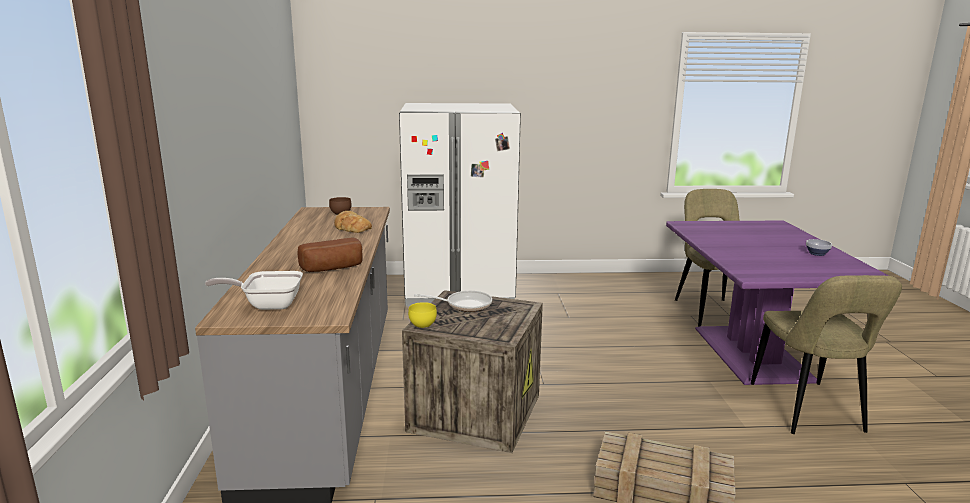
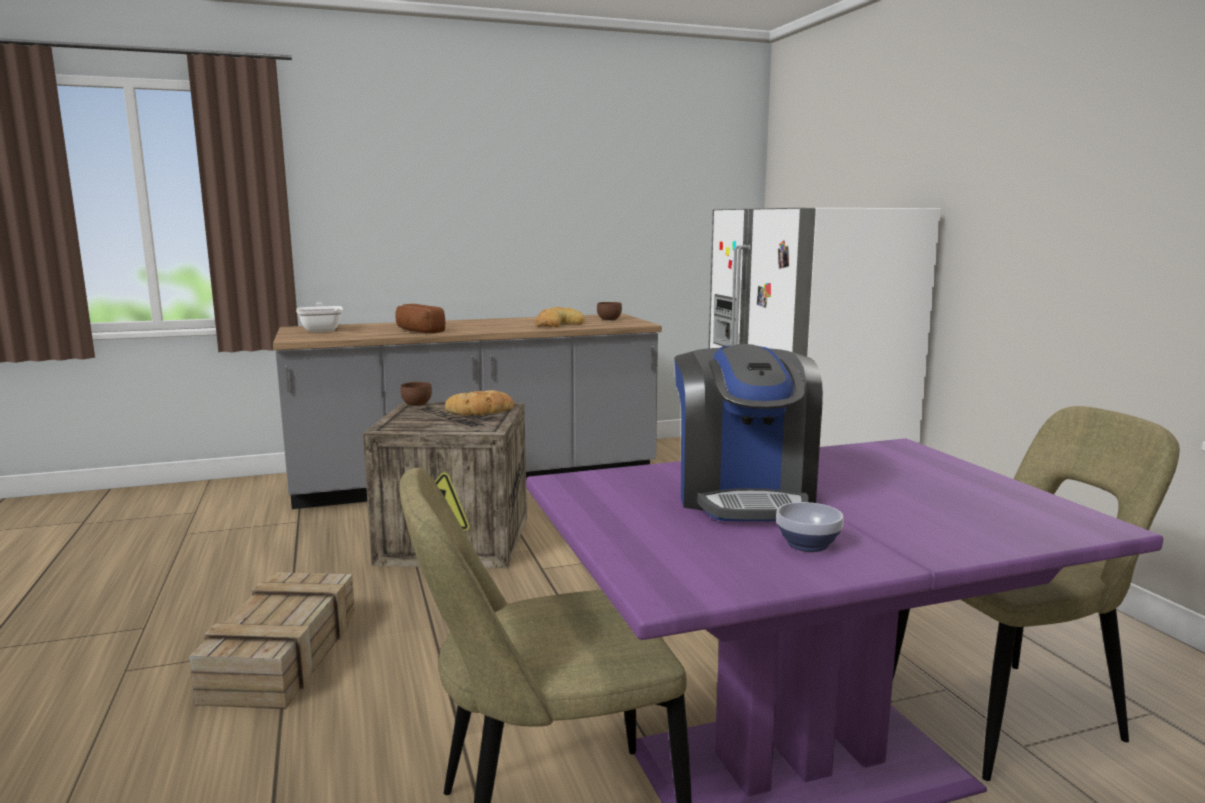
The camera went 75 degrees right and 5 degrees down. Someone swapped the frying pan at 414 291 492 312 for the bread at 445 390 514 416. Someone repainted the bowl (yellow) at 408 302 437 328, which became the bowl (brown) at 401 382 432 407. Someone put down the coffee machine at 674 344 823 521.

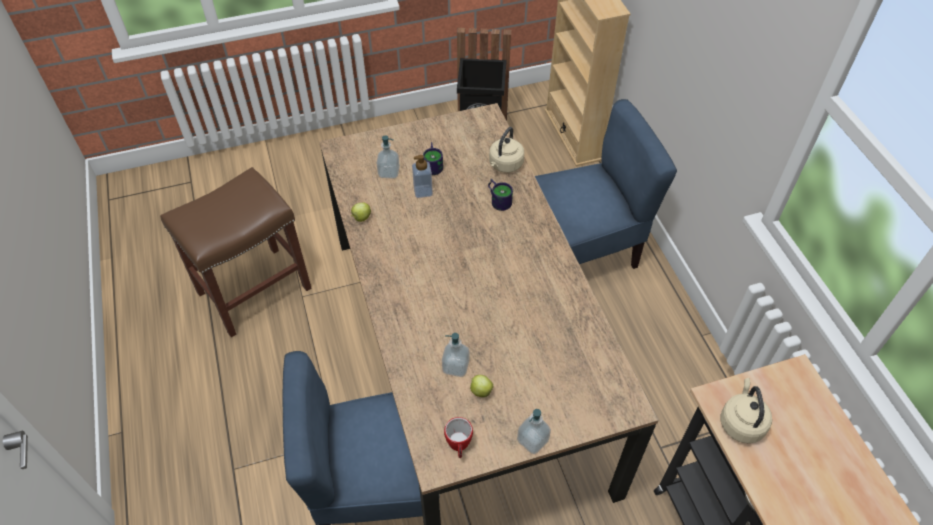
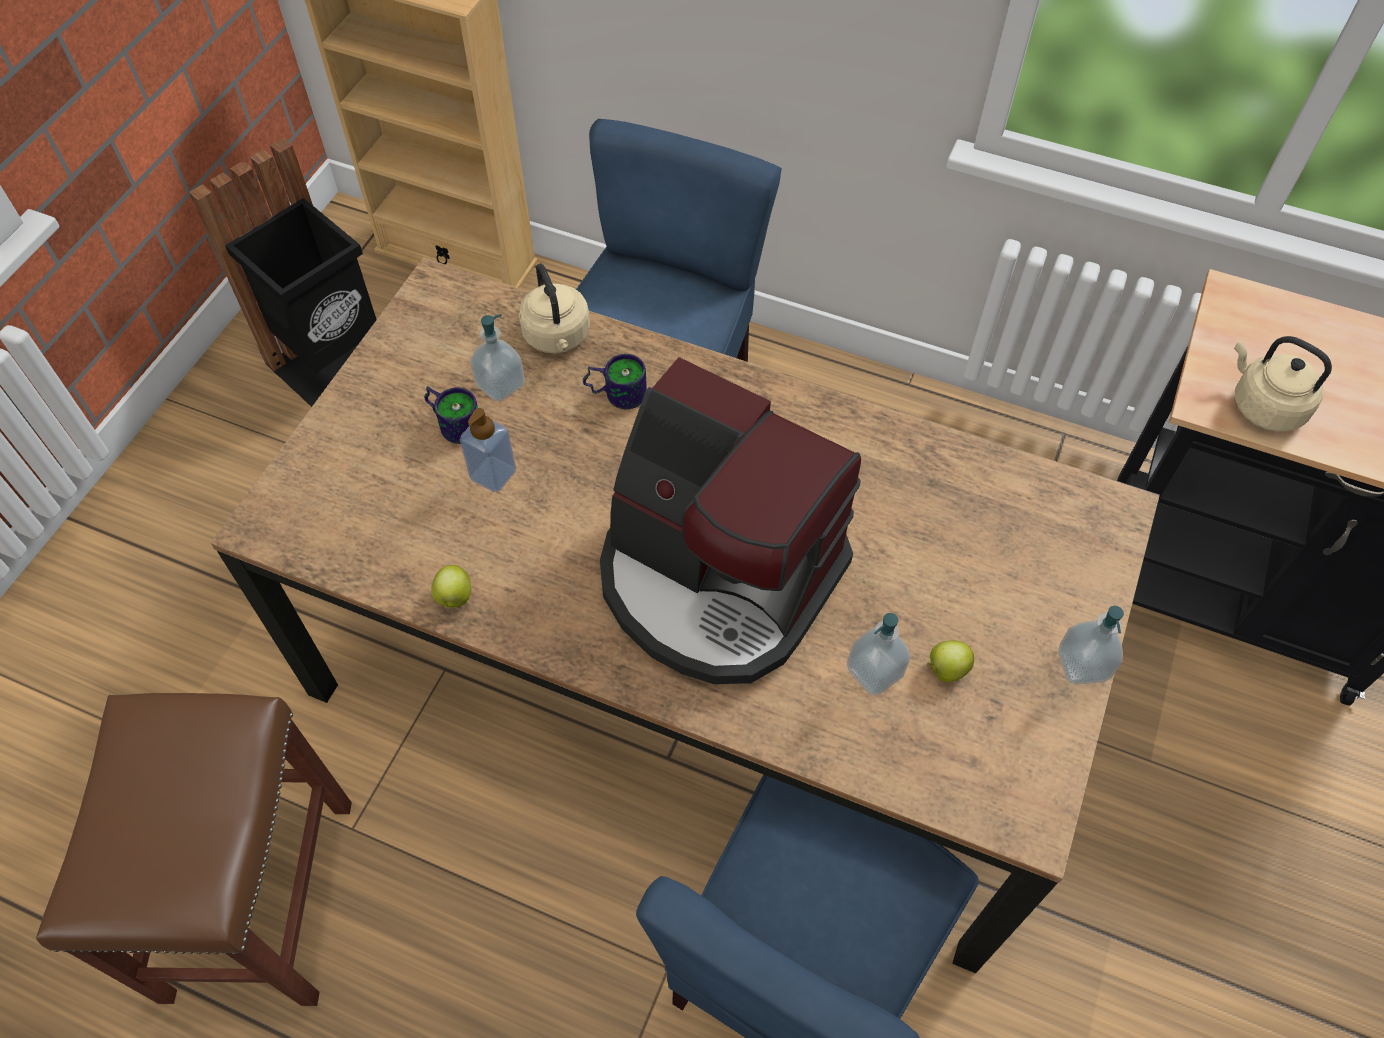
The camera went 50 degrees left and 5 degrees up. Someone carried the soap dispenser from 376 135 400 179 to 470 314 525 402. Someone took away the mug at 444 417 473 458. Someone put down the coffee machine at 600 357 861 684.

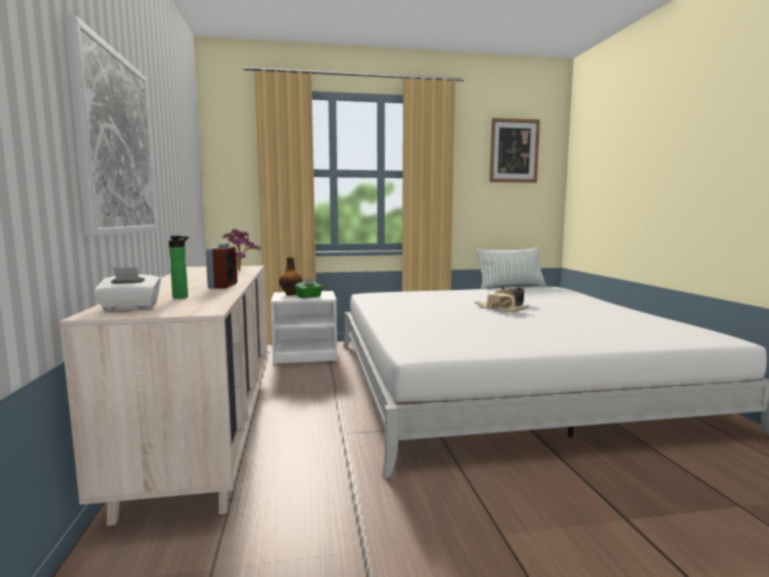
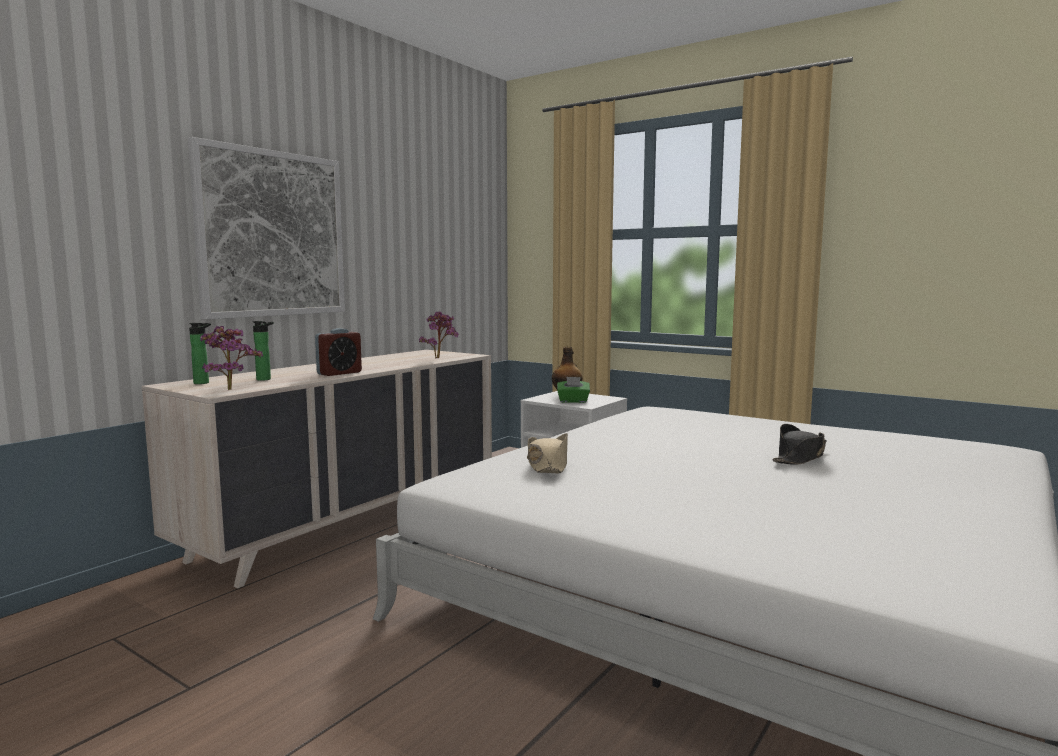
The camera went 45 degrees right and 0 degrees up. Someone took away the picture at 489 118 540 183. Someone took away the pillow at 476 247 546 289. Someone swapped the tissue box (white) at 94 267 161 311 for the bottle at 189 323 211 384. Someone carried the hat (beige) from 475 289 529 312 to 527 433 568 473. Someone put down the potted plant at 201 326 263 390.

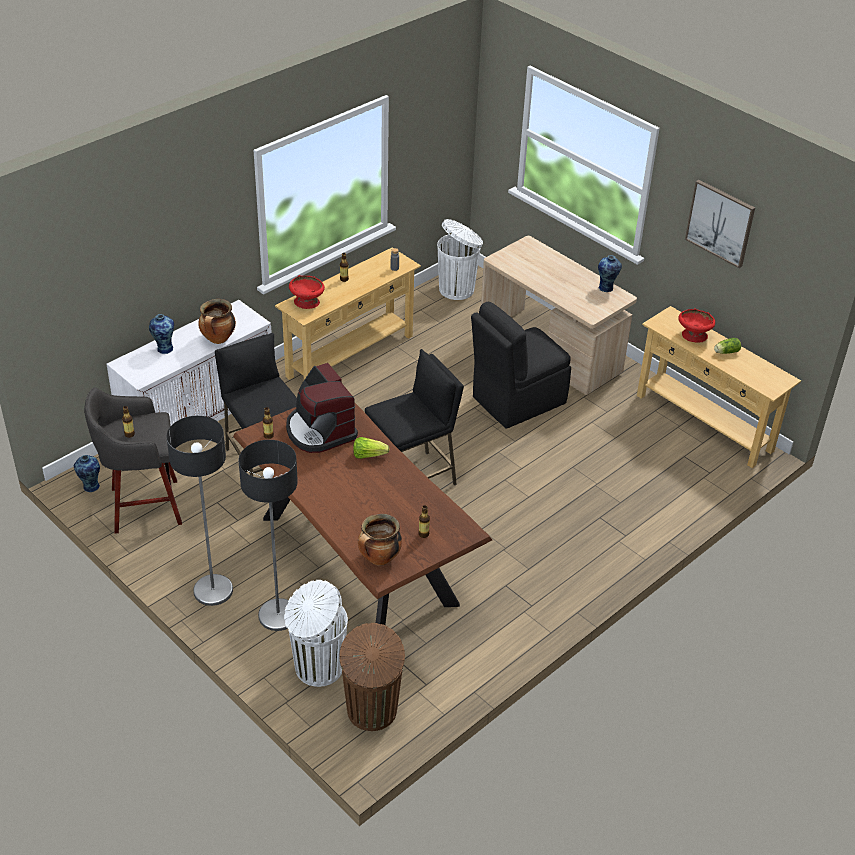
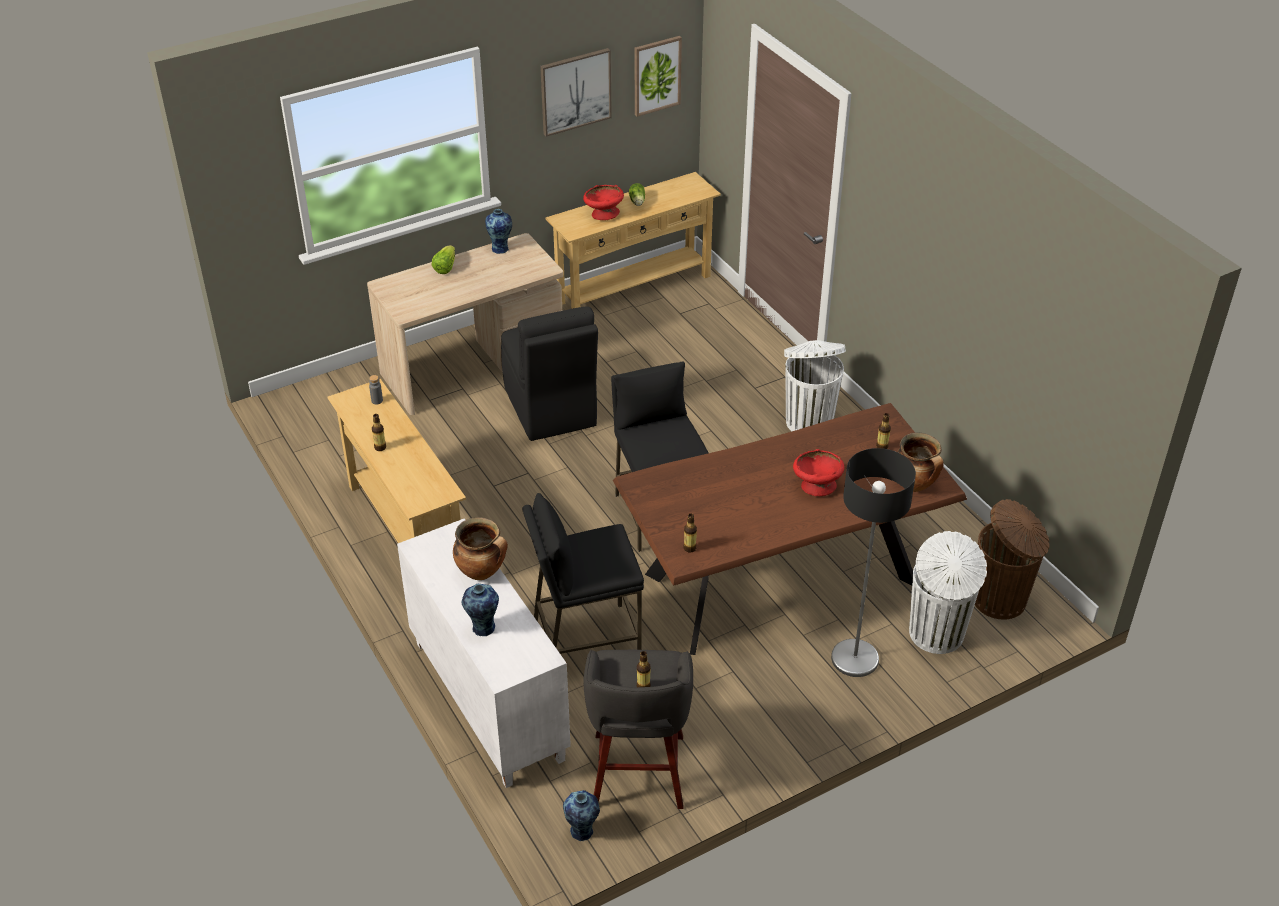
The camera went 75 degrees left and 0 degrees up. Someone carried the trash can (white) from 437 219 483 300 to 784 340 846 431. Someone carried the bowl (red) from 289 275 325 309 to 793 449 844 496. Someone took away the coffee machine at 286 363 358 453. Someone took away the floor lamp at 166 416 233 606. Someone carried the lettuce from 353 437 389 459 to 432 245 455 274. Someone put up the picture at 635 36 682 117.

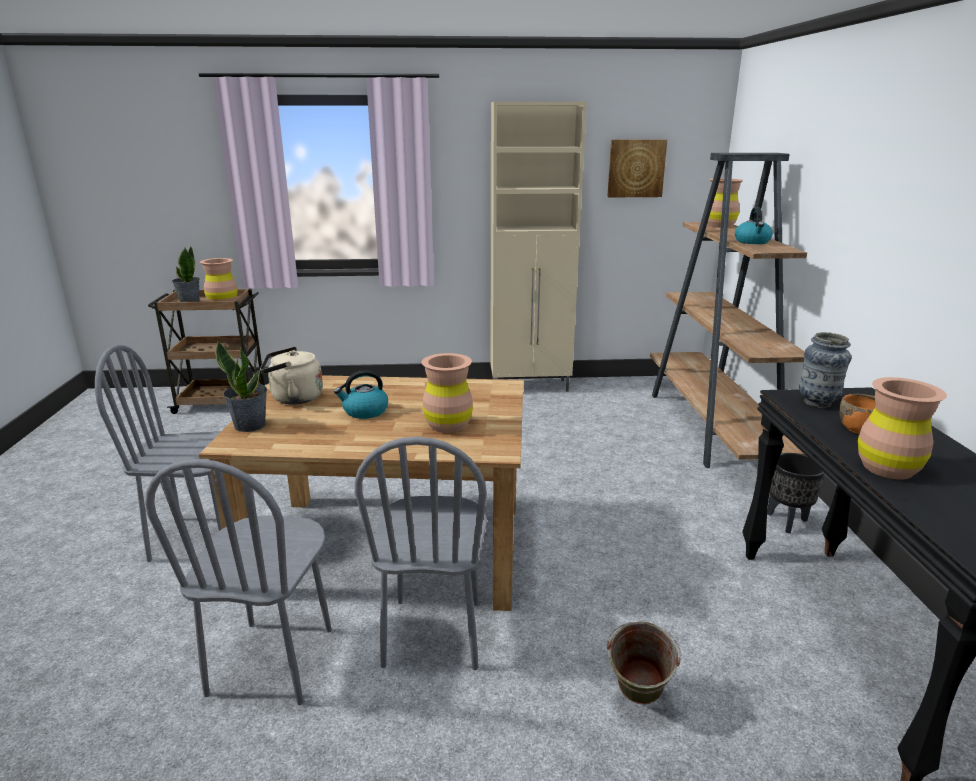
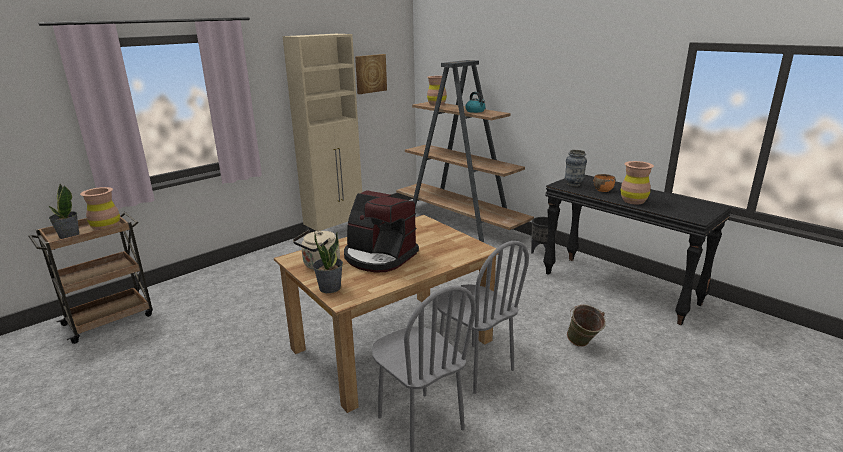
The camera went 40 degrees left and 0 degrees up. Someone took away the chair (grey) at 95 345 248 562. Someone took away the vase (brown) at 421 353 473 433. Someone swapped the kettle at 334 370 388 419 for the coffee machine at 344 190 419 273.

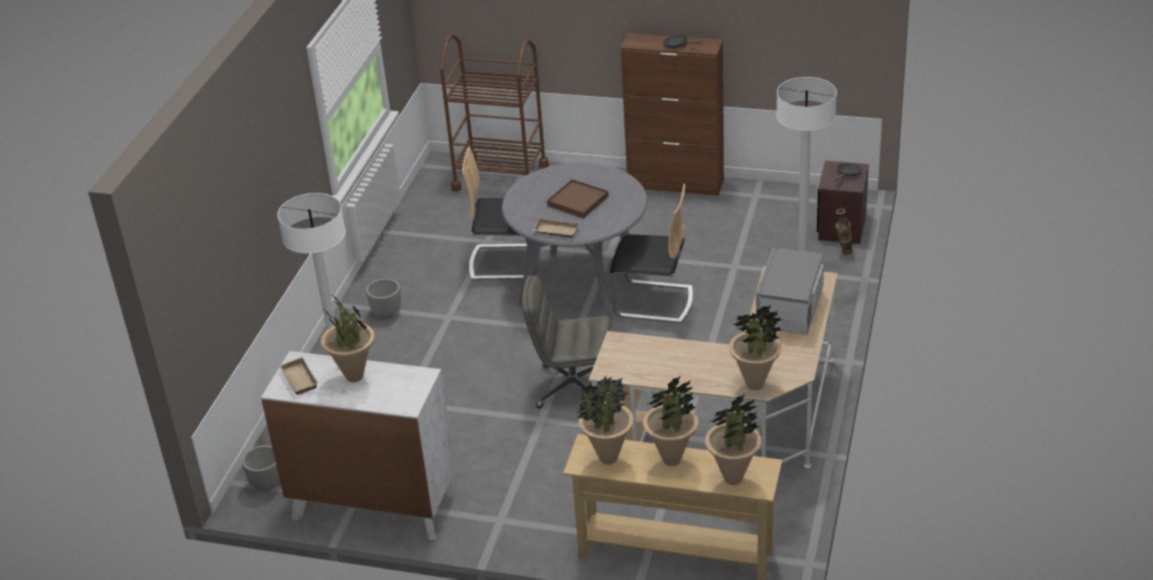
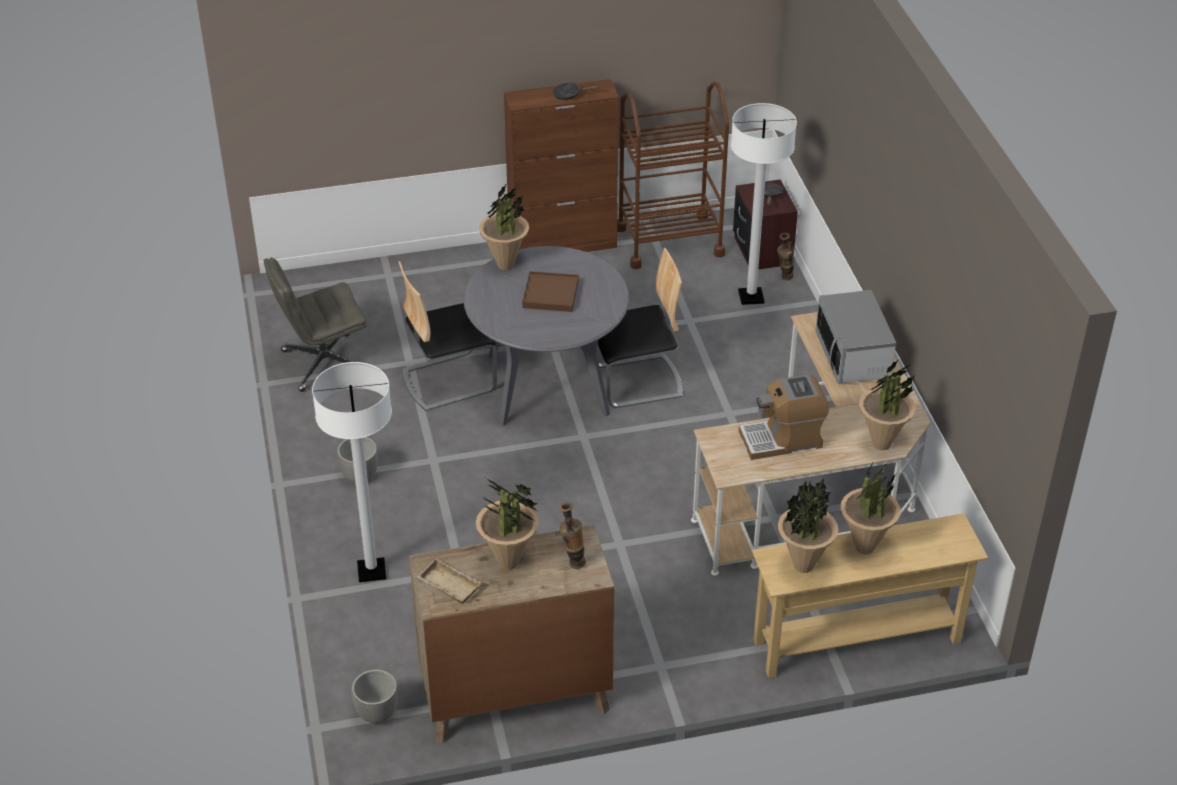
The camera went 30 degrees left and 5 degrees up. Someone carried the cart (brown) from 440 34 549 192 to 617 81 729 269. Someone took away the tray (beige) at 532 218 580 238. Someone carried the office chair (grey) from 522 275 611 409 to 264 257 367 392. Someone repainted the dresser (white) at 261 351 456 541, which became the dresser (brown) at 409 525 614 744. Someone carried the potted plant from 705 394 761 485 to 479 183 529 270. Someone put down the coffee machine at 739 374 829 460. Someone put down the vase at 559 502 586 569.

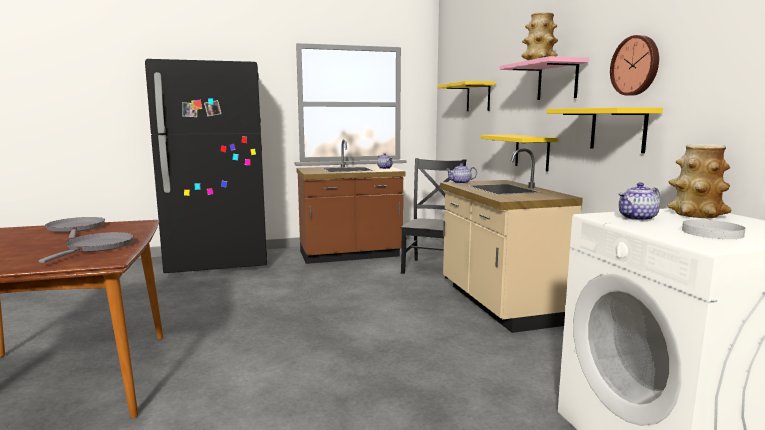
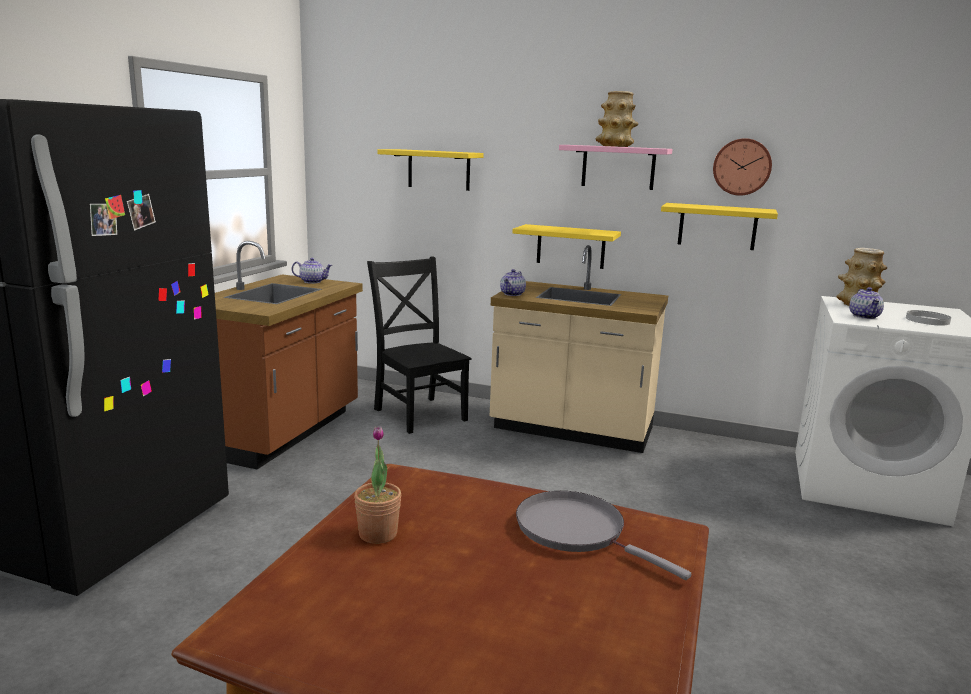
The camera went 55 degrees left and 5 degrees up. Someone swapped the frying pan (grey) at 45 217 105 238 for the potted plant at 354 426 401 544.

